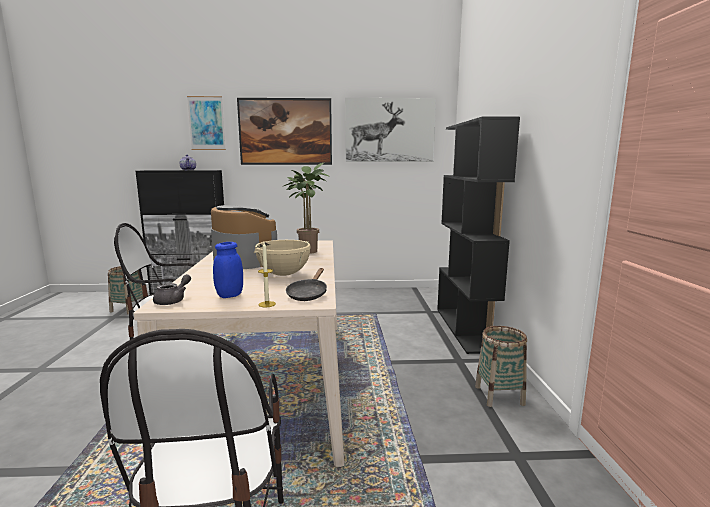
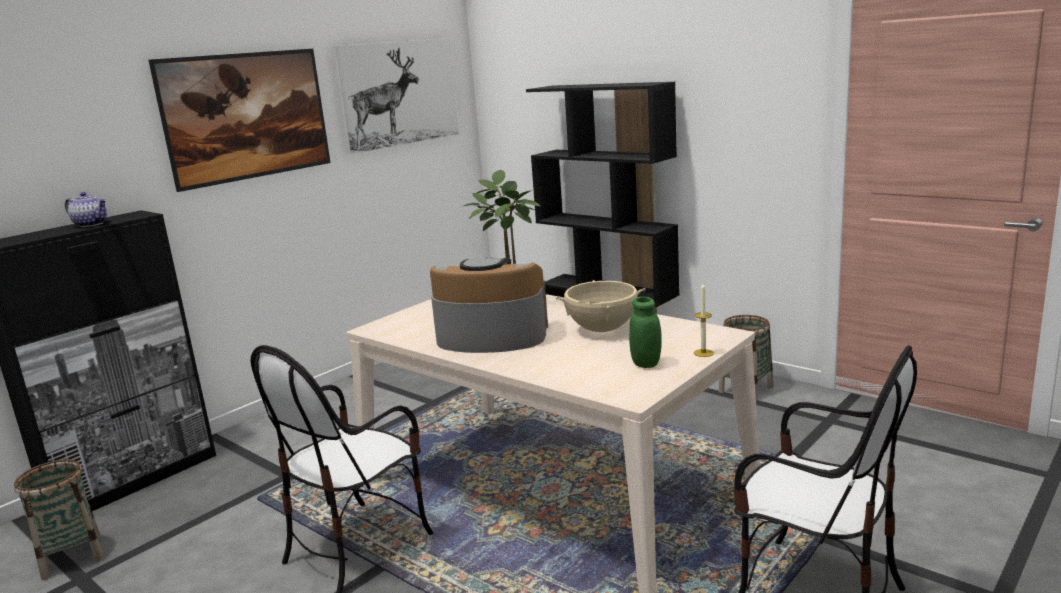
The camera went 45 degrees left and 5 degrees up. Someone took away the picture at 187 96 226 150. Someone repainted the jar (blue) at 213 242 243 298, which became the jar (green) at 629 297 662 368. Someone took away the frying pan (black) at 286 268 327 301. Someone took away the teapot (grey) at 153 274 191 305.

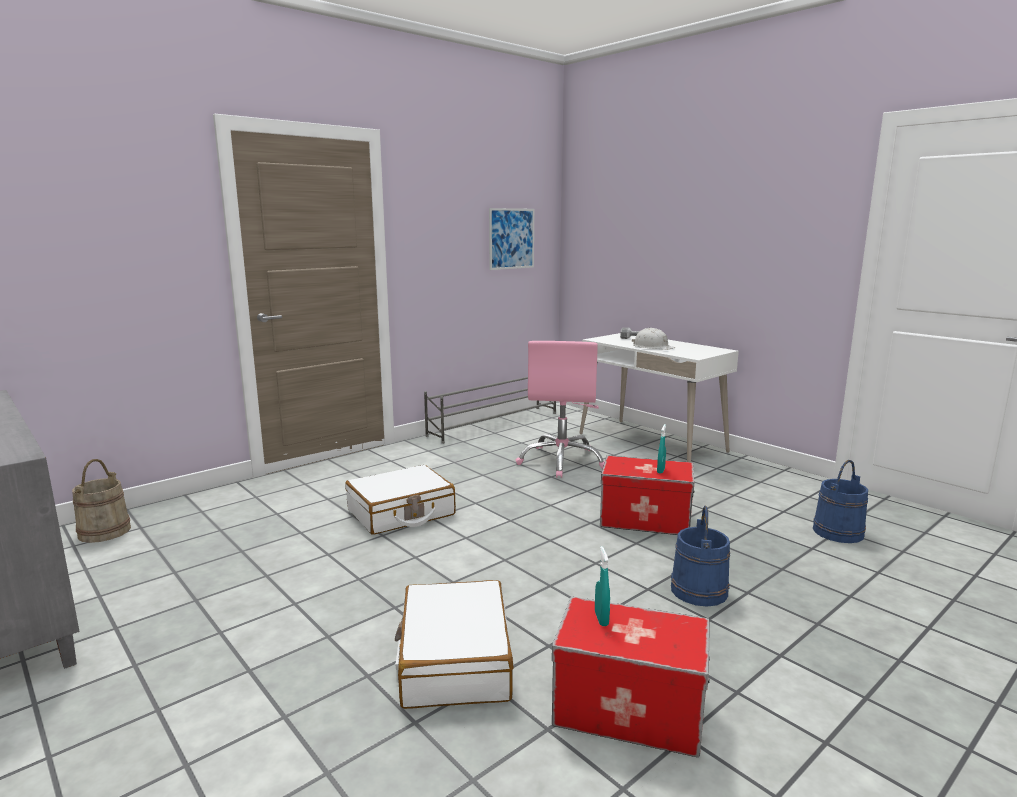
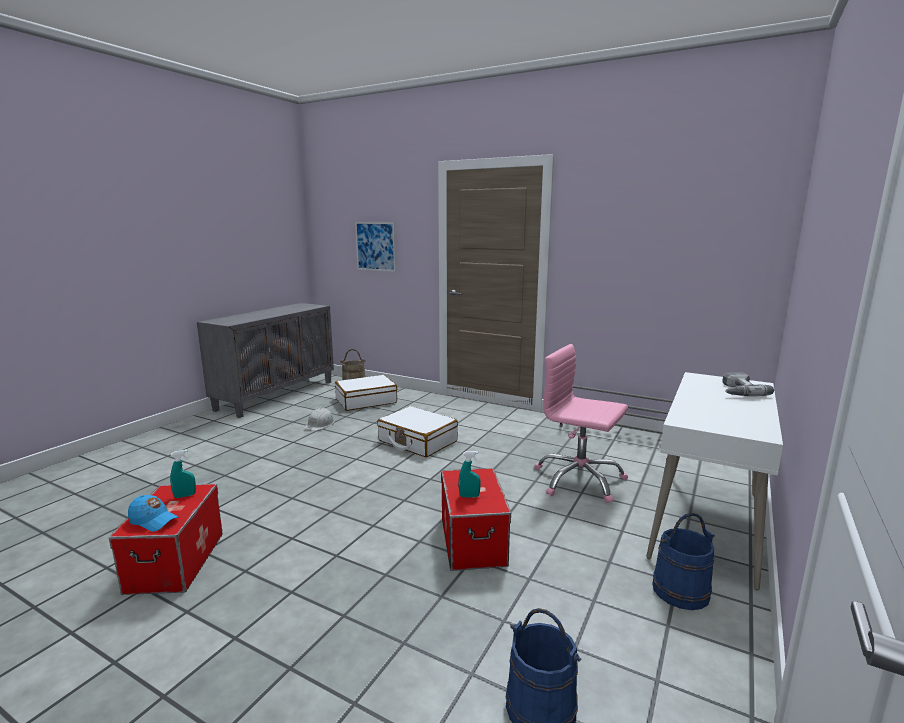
The camera went 70 degrees right and 0 degrees up. Someone carried the picture from 489 208 534 270 to 355 222 396 272. Someone carried the hard hat (white) from 632 328 675 350 to 304 408 335 431. Someone rotated the office chair (pink) at 515 341 605 478 by 45 degrees clockwise. Someone carried the bucket (blue) from 671 506 730 607 to 652 513 715 610. Someone carried the suitcase (white) from 395 580 513 709 to 335 375 397 411. Someone put down the cap (blue) at 128 495 179 532.

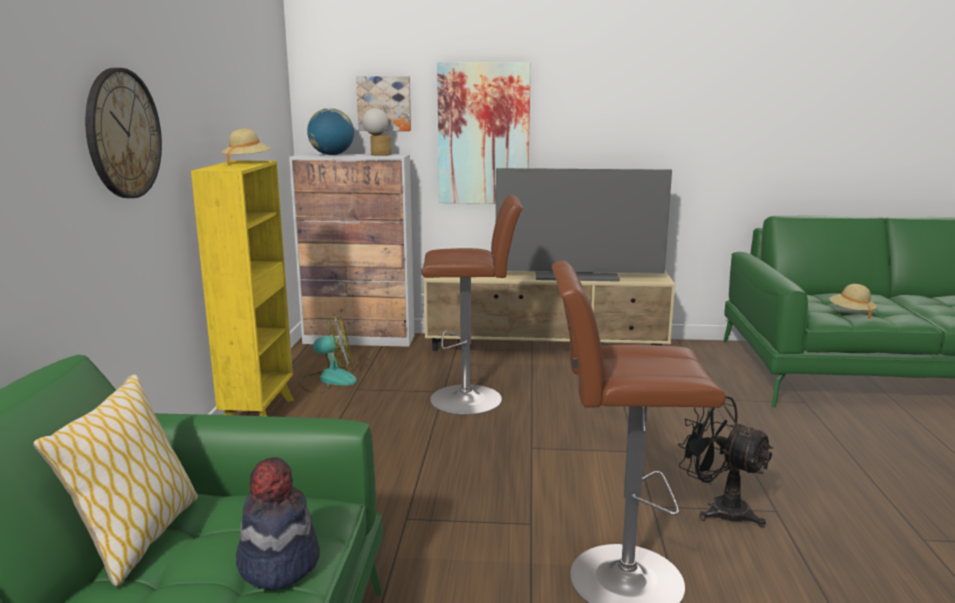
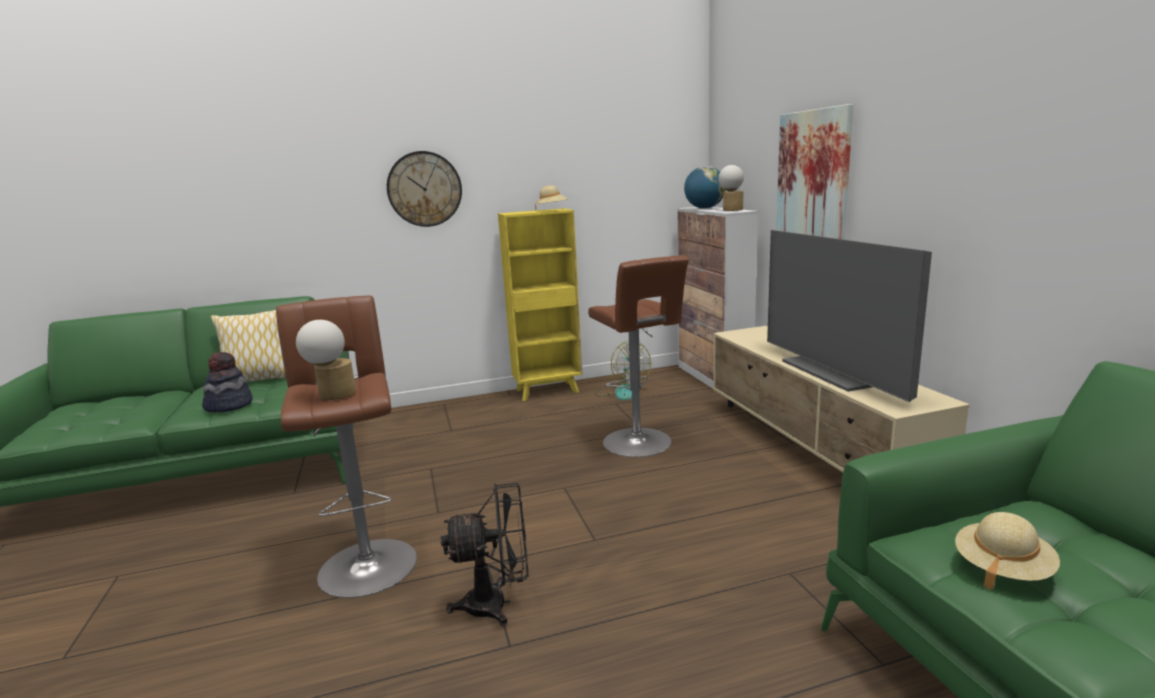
The camera went 70 degrees right and 0 degrees up. Someone took away the picture at 356 76 411 131. Someone rotated the fan (black) at 678 396 773 528 by 60 degrees clockwise. Someone put down the table lamp at 296 320 356 400.

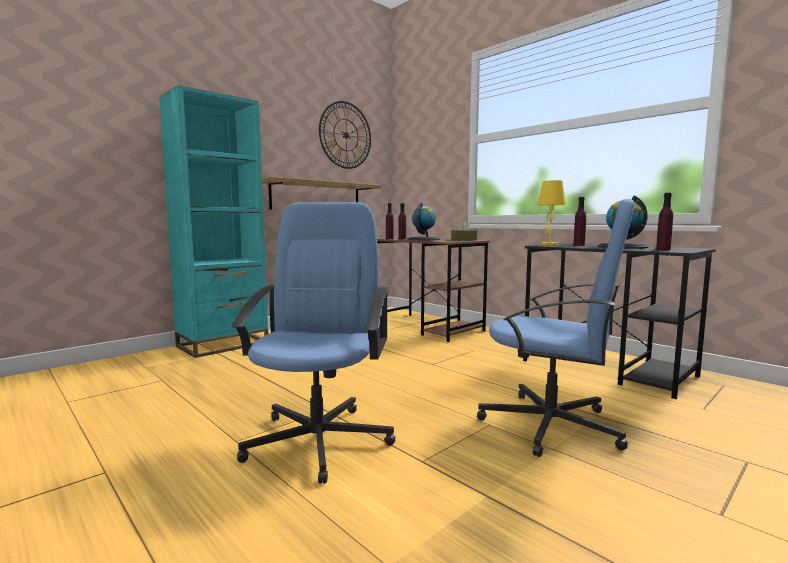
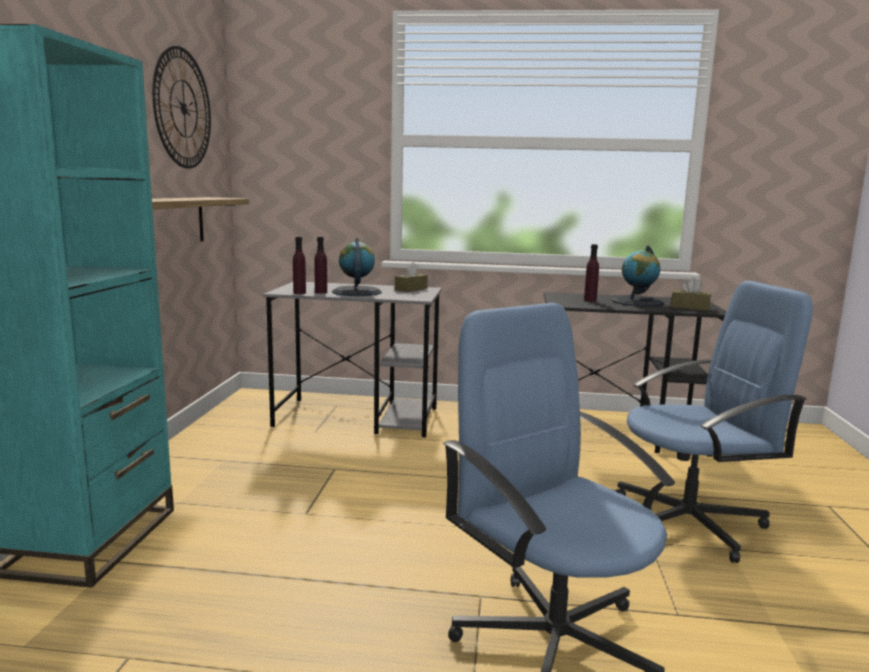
The camera went 40 degrees left and 5 degrees up. Someone took away the table lamp (yellow) at 537 180 566 246. Someone swapped the bottle (purple) at 656 193 673 250 for the tissue box (brown) at 671 277 711 311. Someone repainted the desk (brown) at 377 238 490 342, which became the desk (grey) at 263 282 442 437.

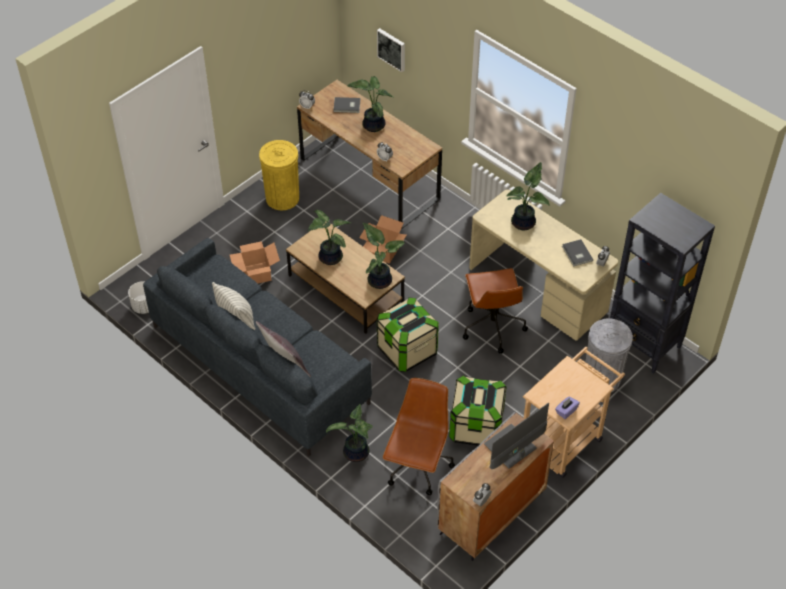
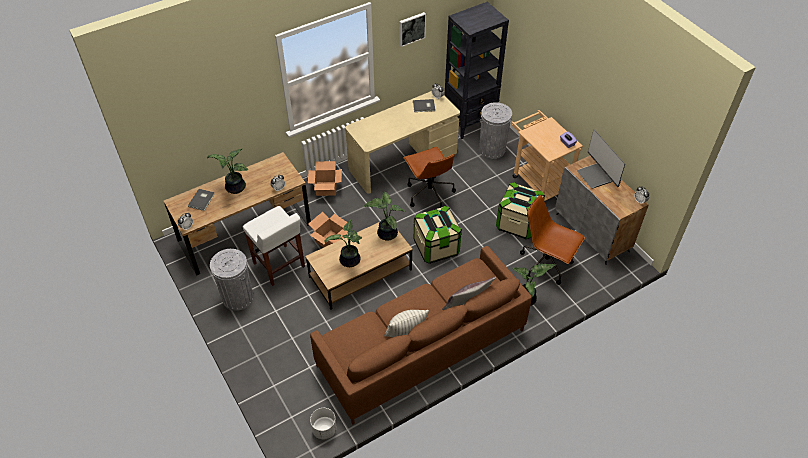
The camera went 75 degrees left and 0 degrees up. Someone carried the picture from 377 28 405 72 to 400 12 426 47. Someone repainted the trash can (yellow) at 259 140 299 210, which became the trash can (grey) at 210 249 254 311. Someone took away the potted plant at 507 162 550 230. Someone repainted the sofa (grey) at 143 238 372 456, which became the sofa (brown) at 310 246 532 425. Someone carried the cardboard box from 230 241 280 283 to 308 161 342 196. Someone rotated the office chair (brown) at 463 268 528 354 by 60 degrees clockwise. Someone put down the stool (white) at 243 206 305 286.

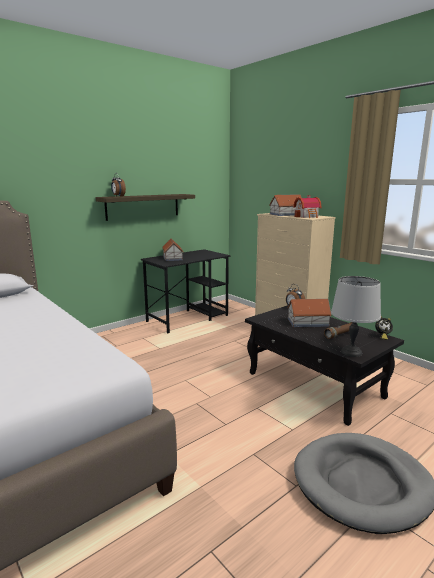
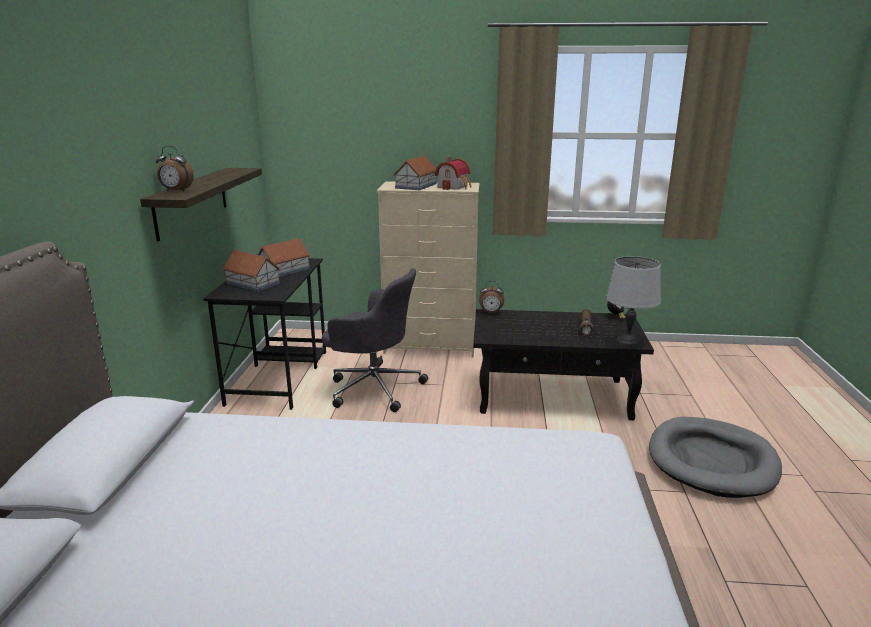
The camera went 45 degrees left and 5 degrees up. Someone carried the toy house from 287 299 332 327 to 258 238 311 277. Someone put down the office chair (grey) at 322 268 428 412.

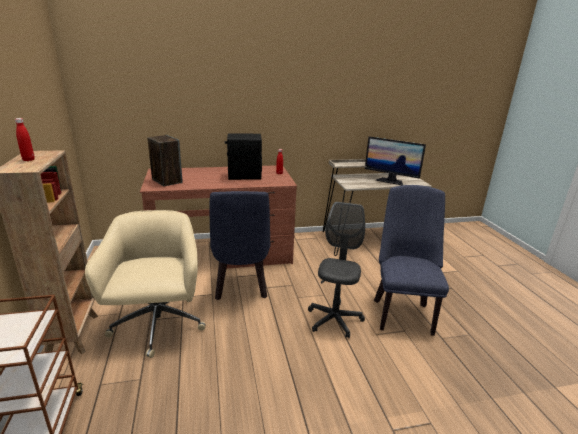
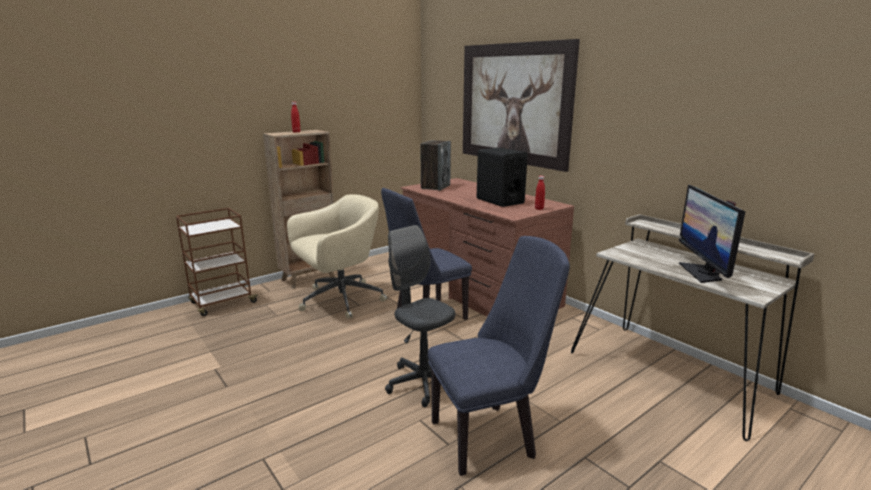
The camera went 65 degrees right and 5 degrees down. Someone rotated the office chair (grey) at 308 202 365 338 by 120 degrees counterclockwise. Someone put up the picture at 463 39 580 172.

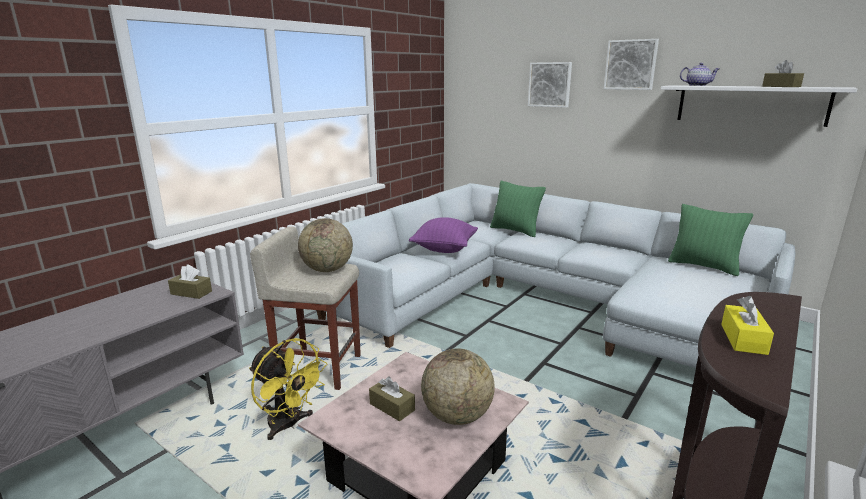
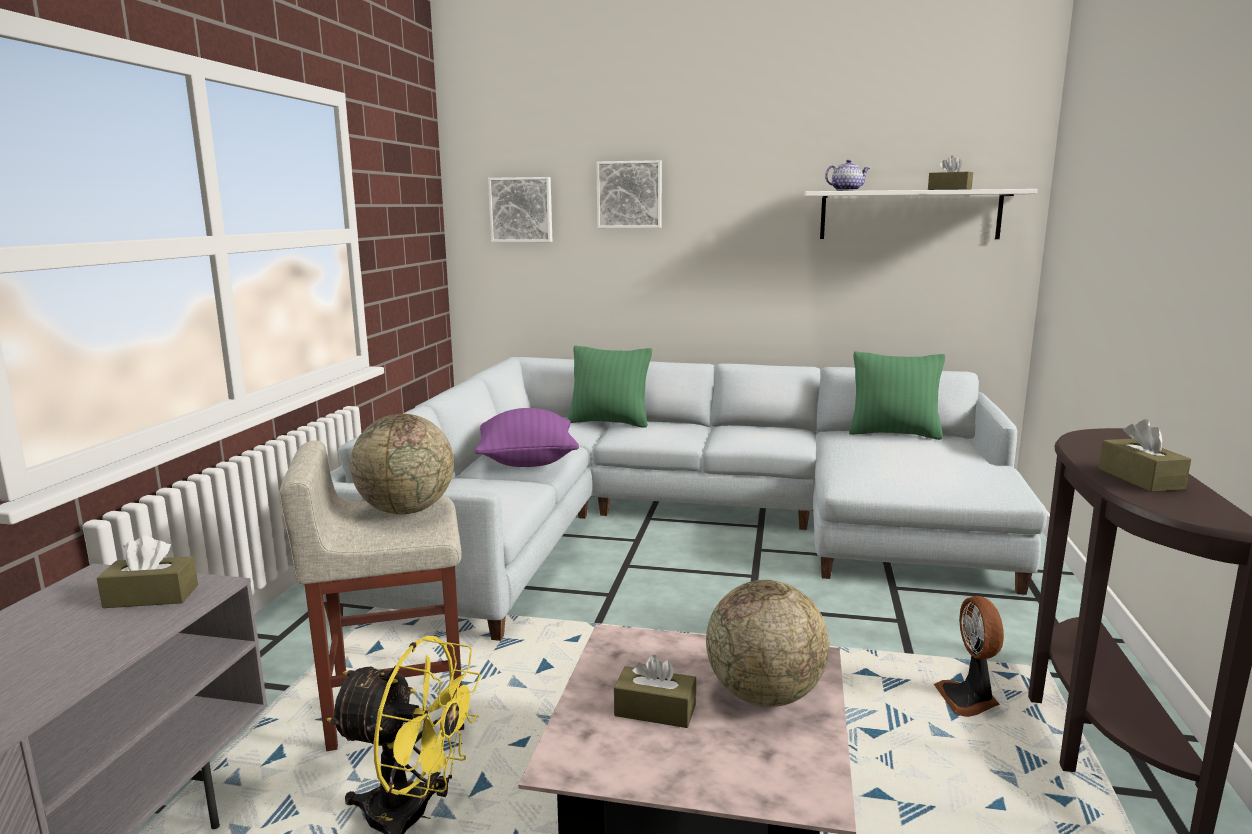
The camera went 25 degrees left and 5 degrees down. Someone carried the picture from 604 39 659 90 to 488 177 552 242. Someone repainted the tissue box (yellow) at 721 296 774 355, which became the tissue box (brown) at 1099 419 1191 492. Someone put down the fan at 934 596 1004 717.

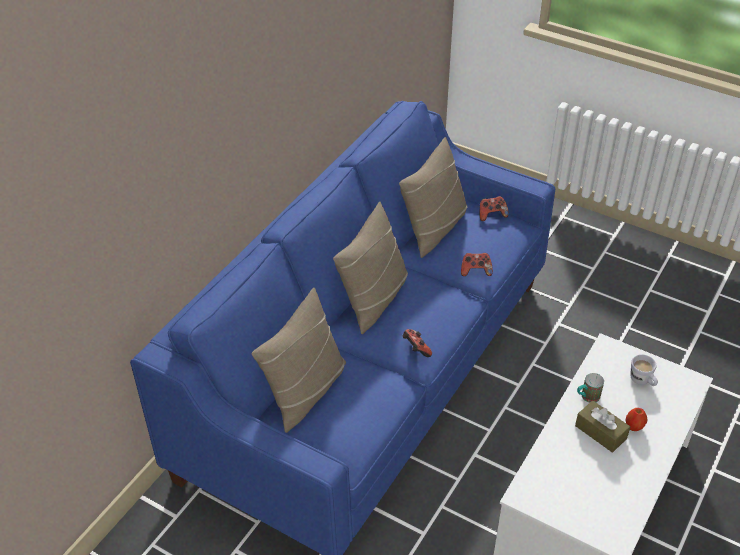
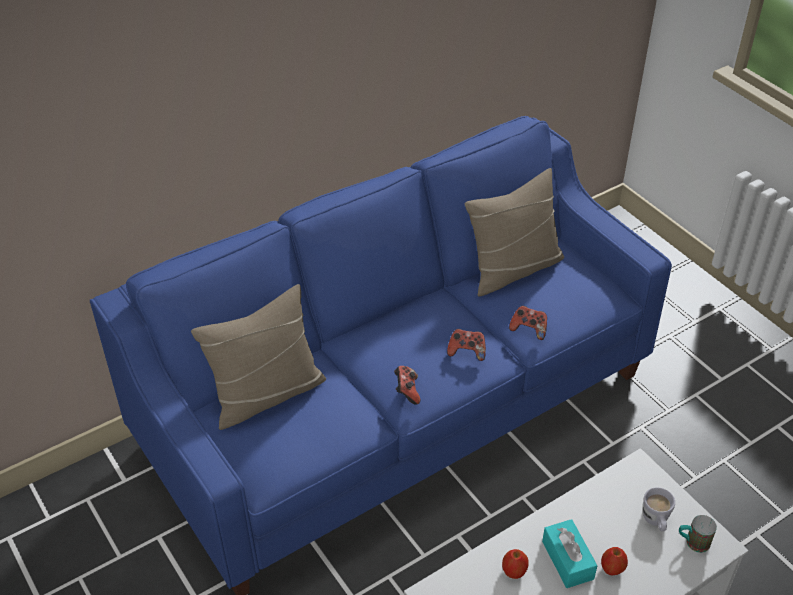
The camera went 25 degrees right and 0 degrees up. Someone carried the game controller from 480 196 509 221 to 447 329 486 361. Someone took away the pillow (beige) at 333 202 408 334. Someone carried the mug from 577 373 604 403 to 679 515 717 553. Someone repainted the tissue box (brown) at 575 400 630 452, which became the tissue box (turquoise) at 542 519 597 588. Someone put down the apple at 502 549 529 579.

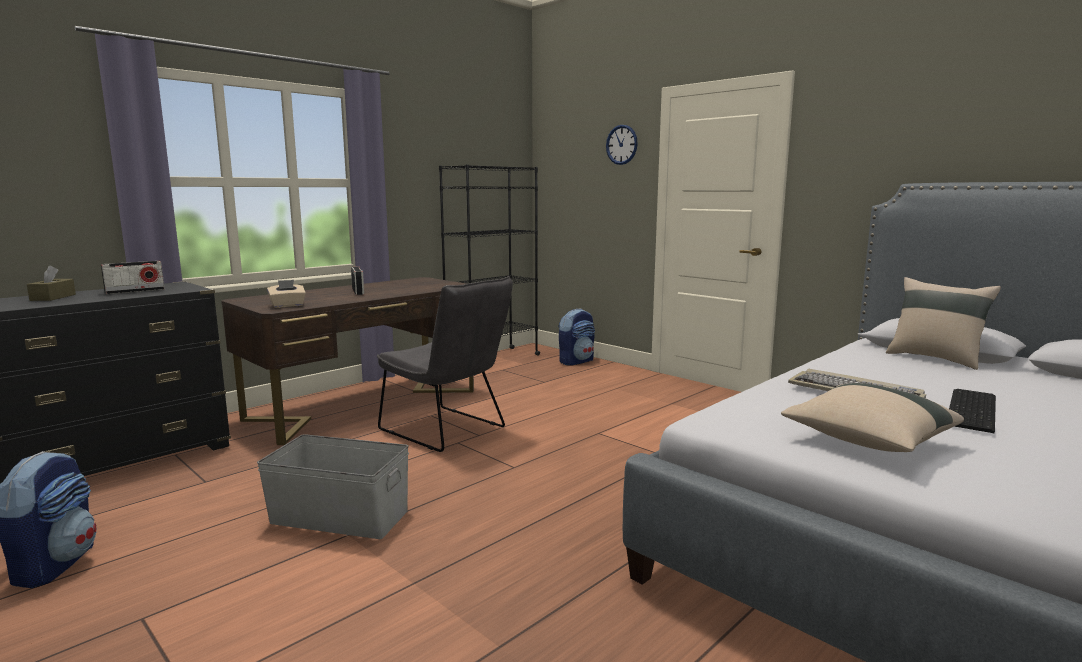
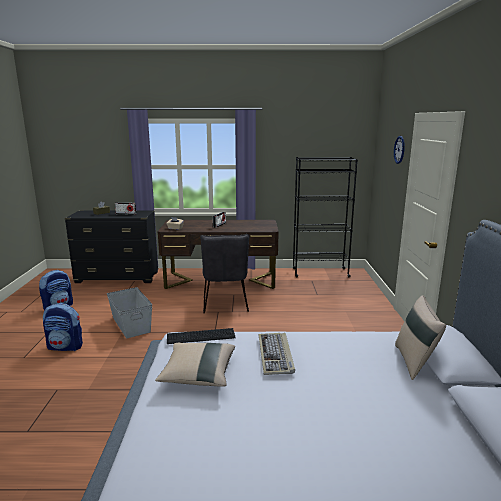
The camera went 45 degrees right and 5 degrees up. Someone carried the backpack from 558 309 595 366 to 43 303 83 351. Someone carried the keyboard from 949 389 996 433 to 167 328 236 344.

